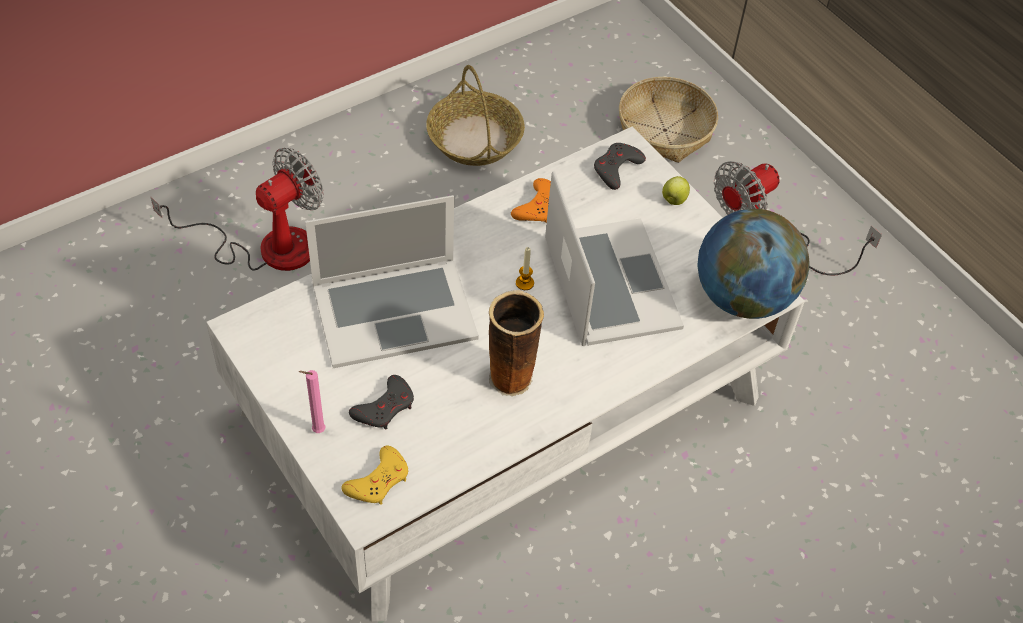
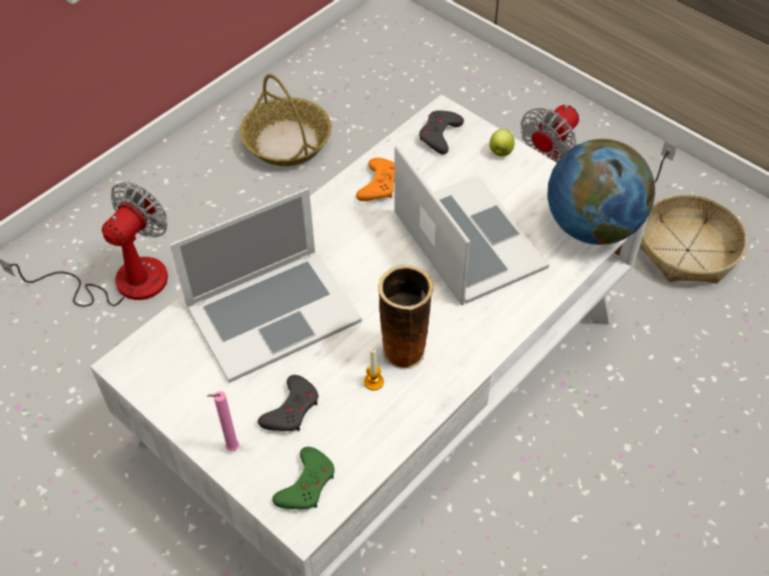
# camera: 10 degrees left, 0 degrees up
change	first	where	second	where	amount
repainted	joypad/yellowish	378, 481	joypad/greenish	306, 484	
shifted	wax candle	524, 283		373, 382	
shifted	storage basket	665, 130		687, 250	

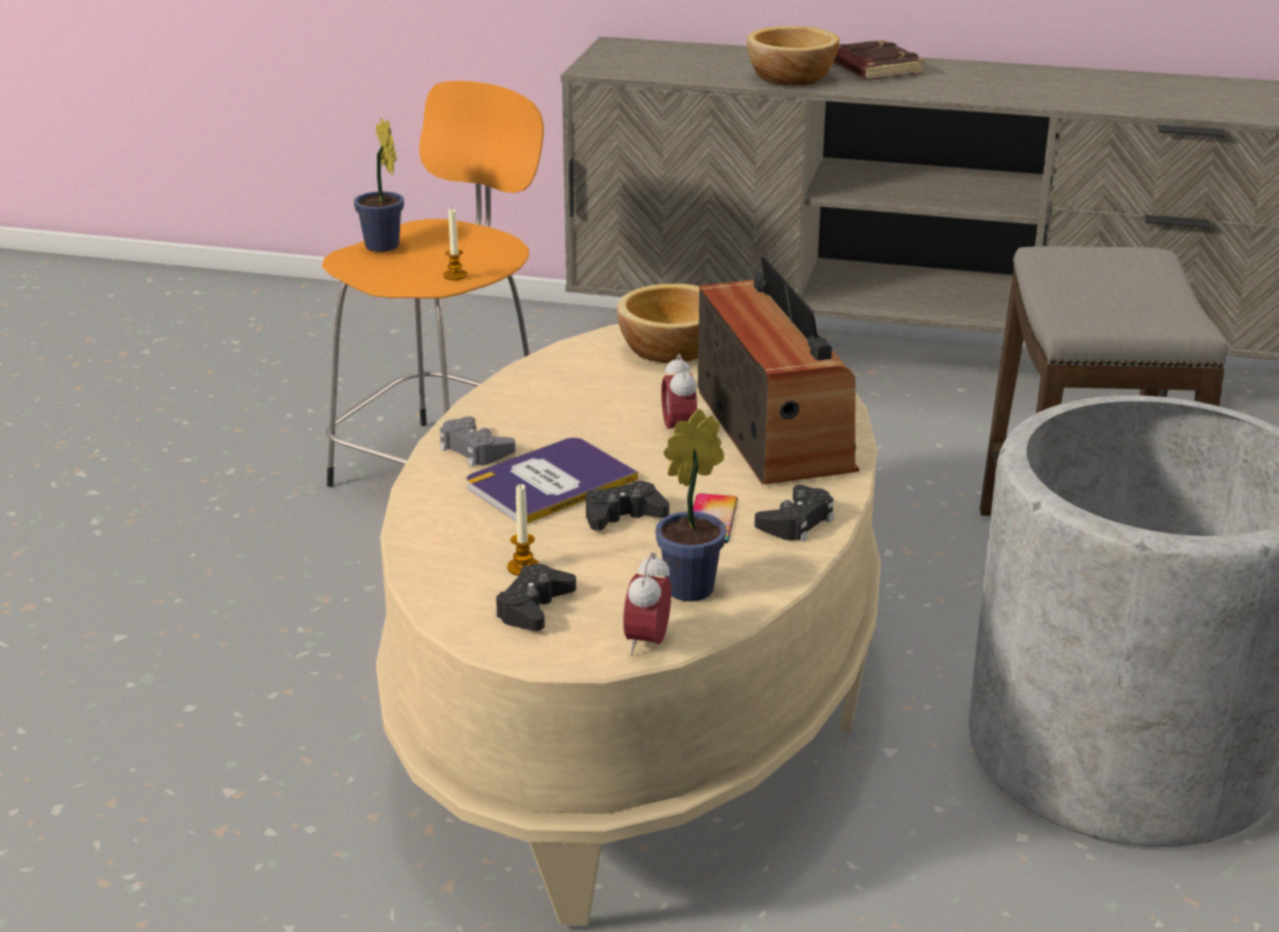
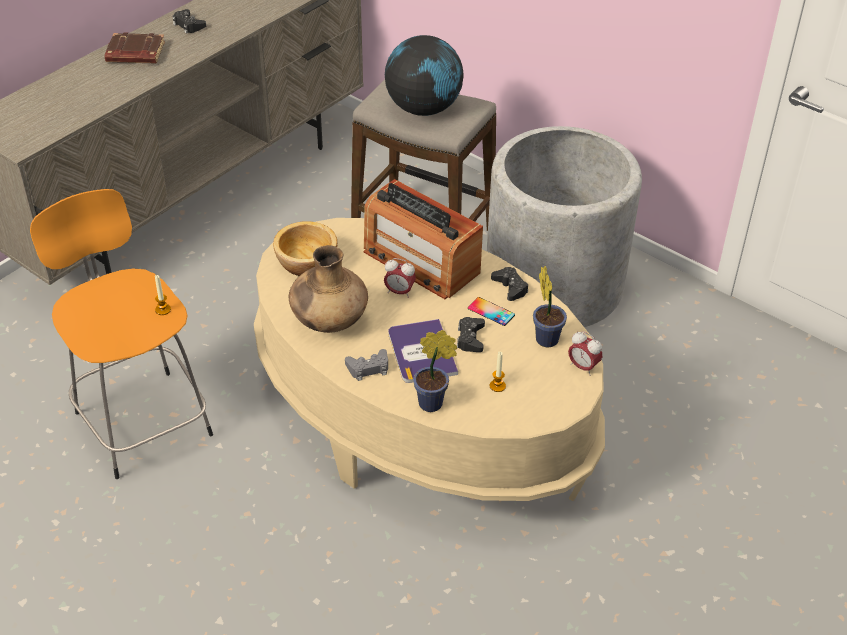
# camera: 65 degrees left, 15 degrees up
change	first	where	second	where	amount
shifted	joypad/blackish	534, 607		188, 25	
new			flower vase/brownish	329, 321	
rotated	radio receiver	773, 430		420, 262	150 degrees counterclockwise
new			world globe	423, 109	
shifted	plant in a pot	383, 248		434, 403	
gone	deep dish	792, 78			

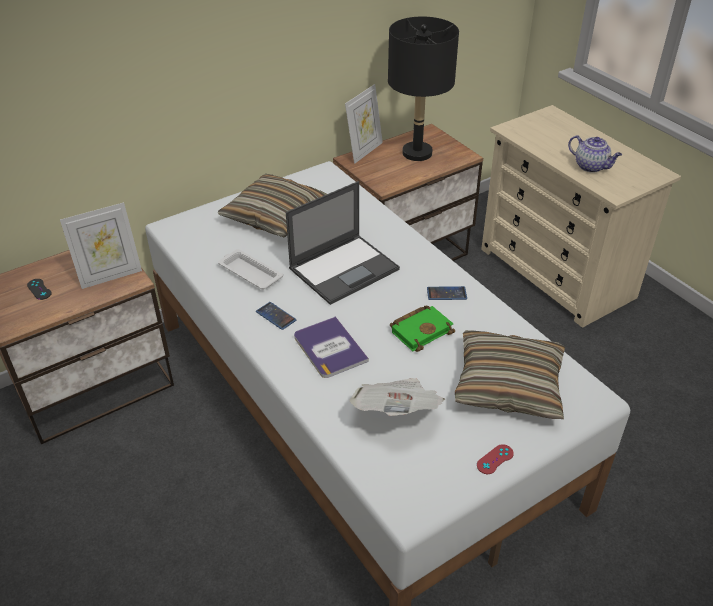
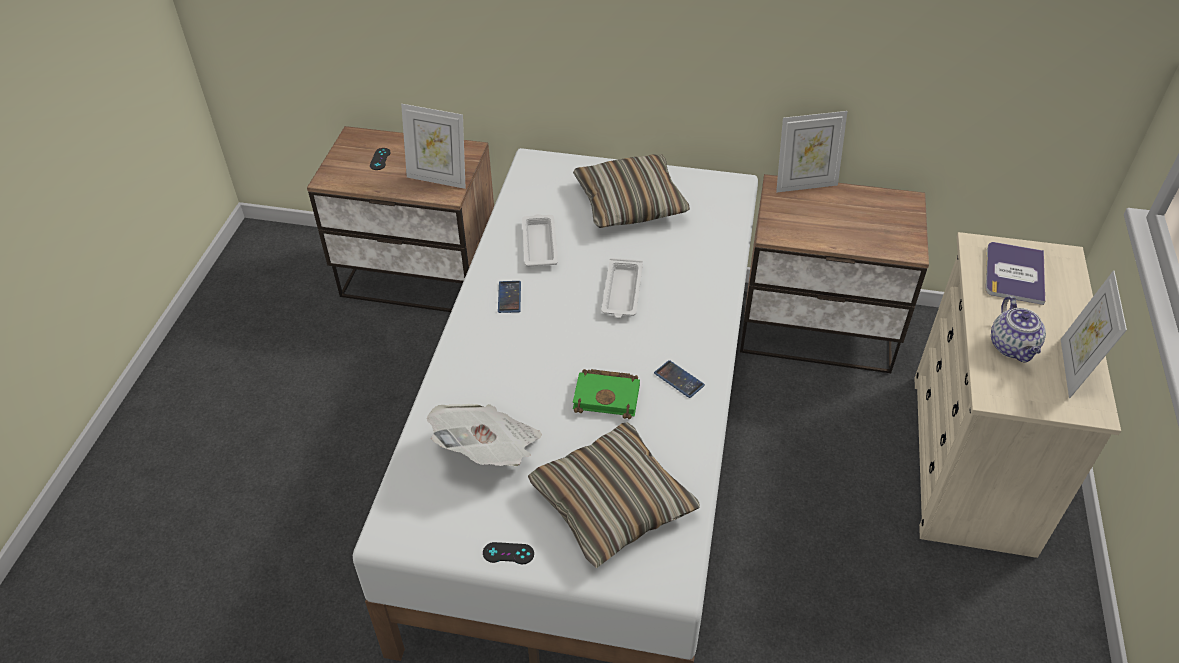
# camera: 45 degrees right, 5 degrees up
change	first	where	second	where	amount
repainted	joypad/red-coloured	495, 459	joypad/blackish	508, 553	
swapped	portable computer	345, 268	serving tray/white-coloured	622, 292	
shifted	volume	329, 348		1014, 273	
new			picture frame	1073, 369	
gone	tabletop lamp/blackish	417, 153			

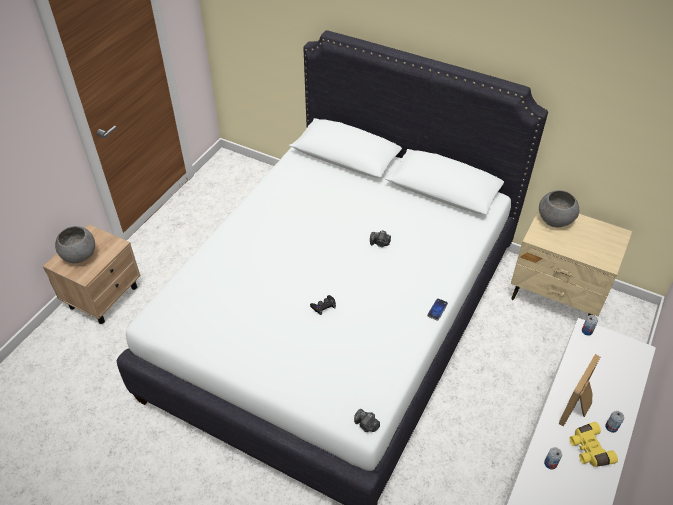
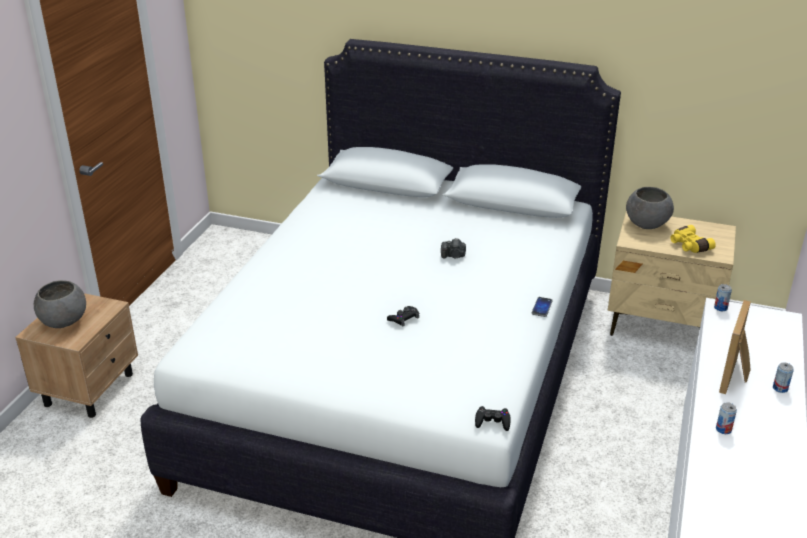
# camera: 10 degrees left, 15 degrees down
change	first	where	second	where	amount
swapped	photo camera	366, 425	joypad/blackish	492, 421	
shifted	field glasses/yellowish	588, 449		688, 245	

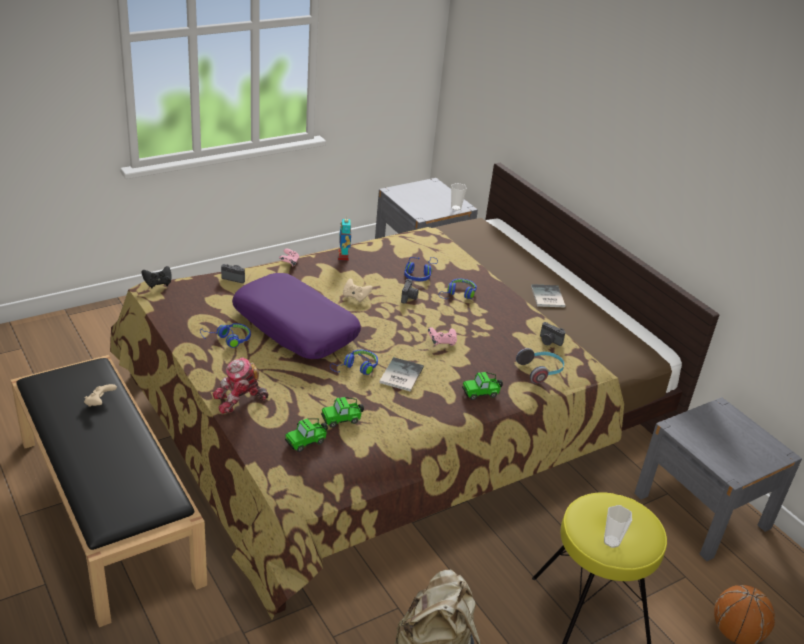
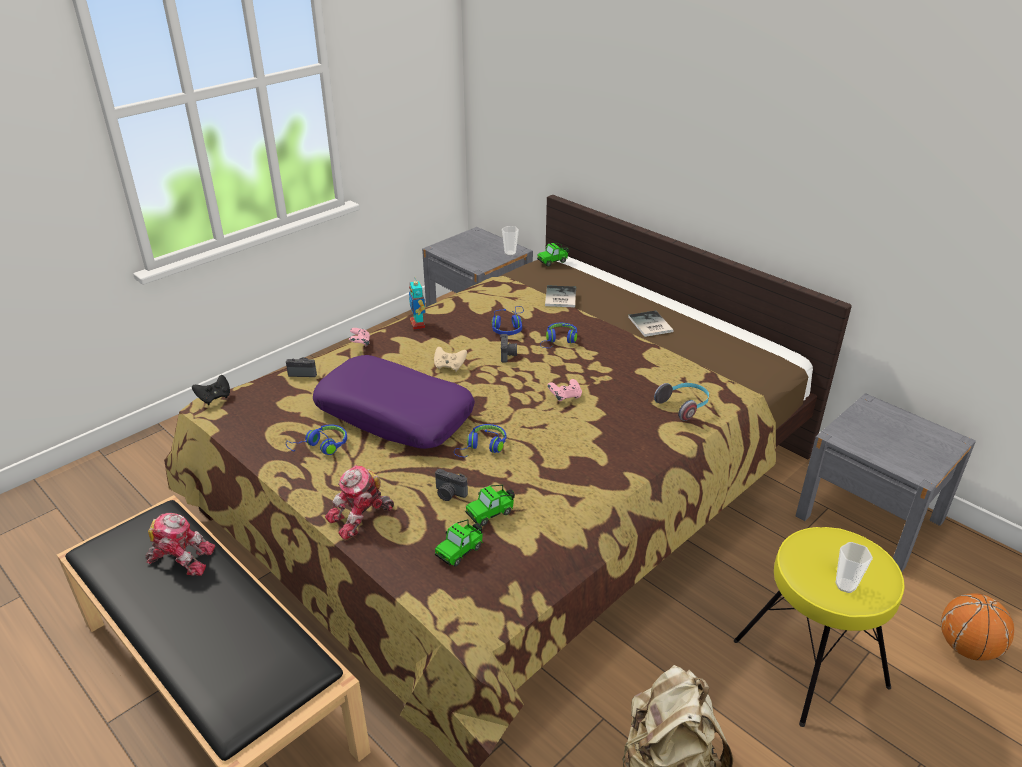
# camera: 10 degrees left, 0 degrees up
change	first	where	second	where	amount
swapped	joypad/beige-coloured	100, 402	robot figure	181, 558	
shifted	photo camera	549, 341		449, 494	
shifted	miniature car	482, 393		553, 261	
shifted	volume	399, 375		559, 298	

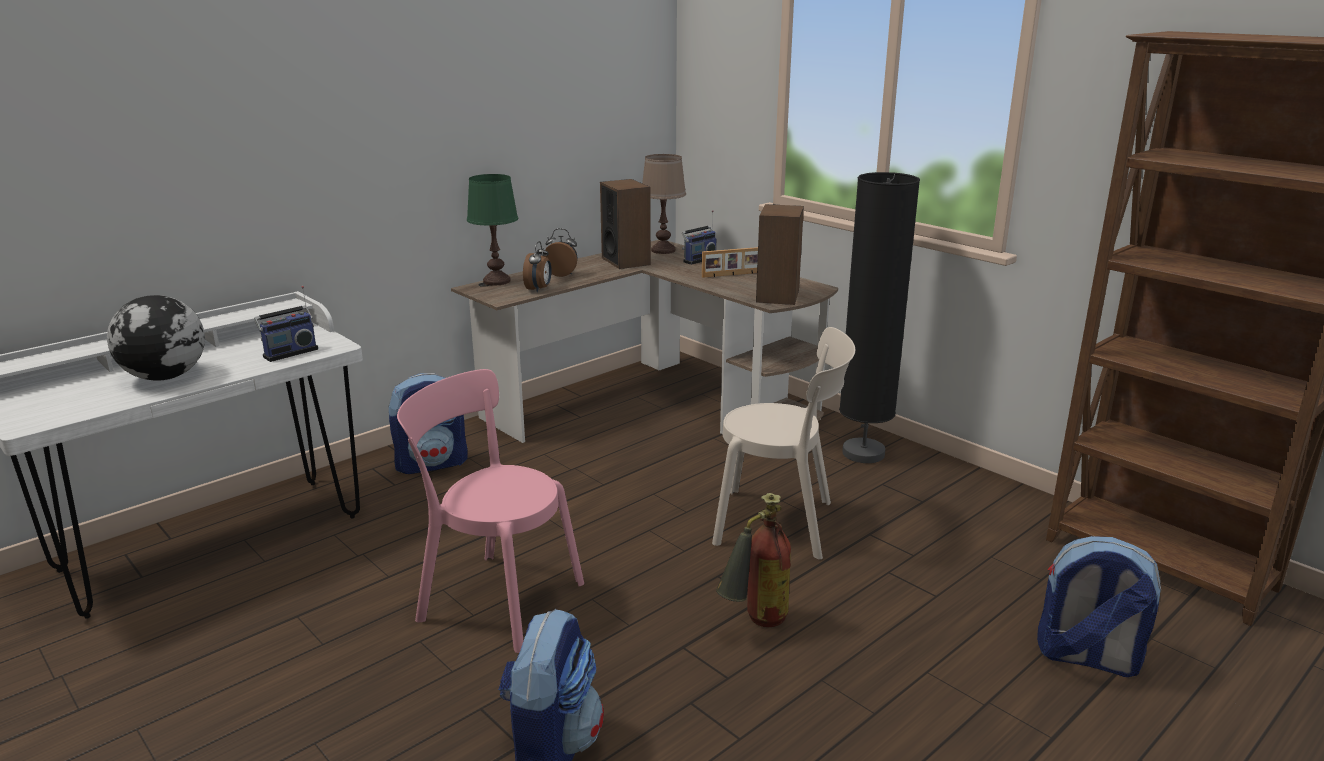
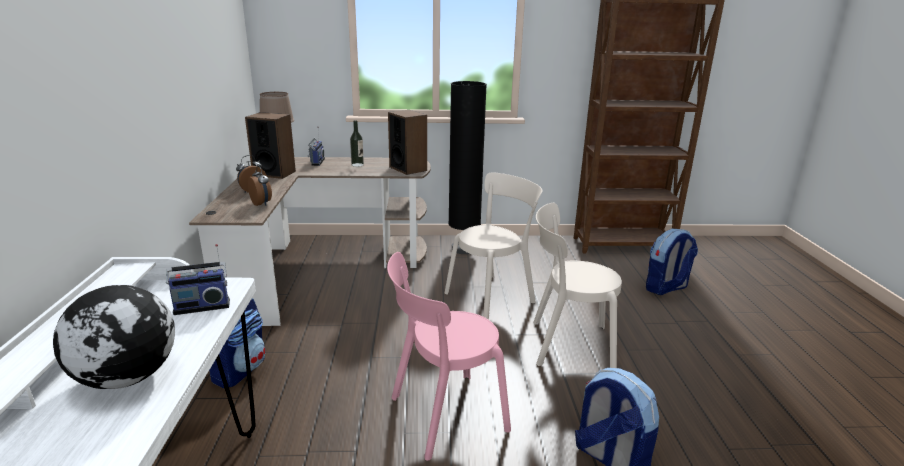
# camera: 50 degrees left, 0 degrees up
change	first	where	second	where	amount
rotated	radio receiver	289, 352		202, 306	75 degrees clockwise
swapped	picture frame	733, 275	beverage bottle	357, 165	
swapped	extinguisher	754, 624	chair/beige-coloured	566, 344	
gone	tabletop lamp/greenish	496, 281			

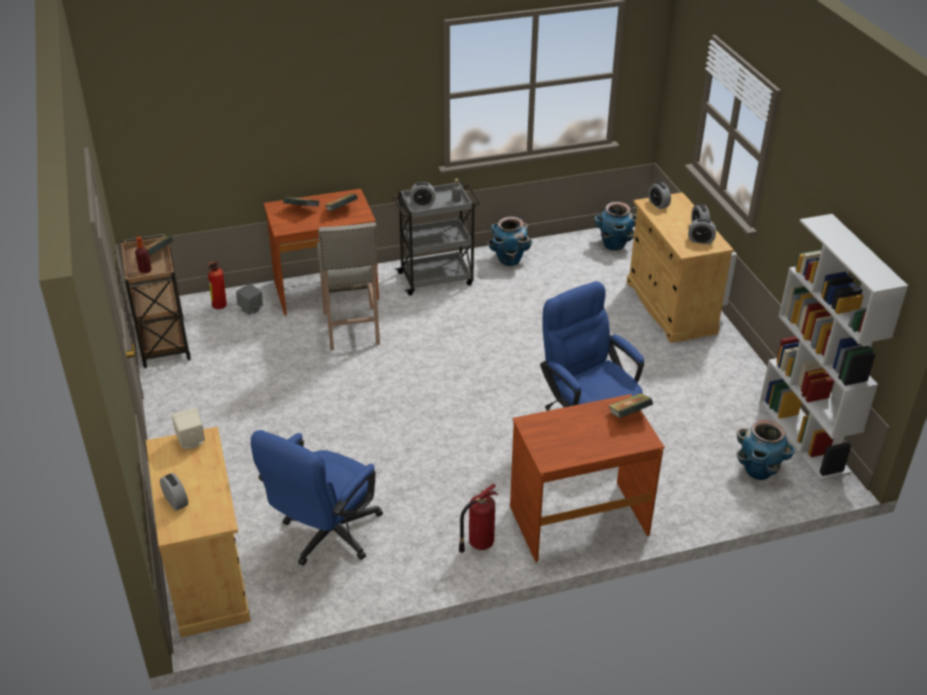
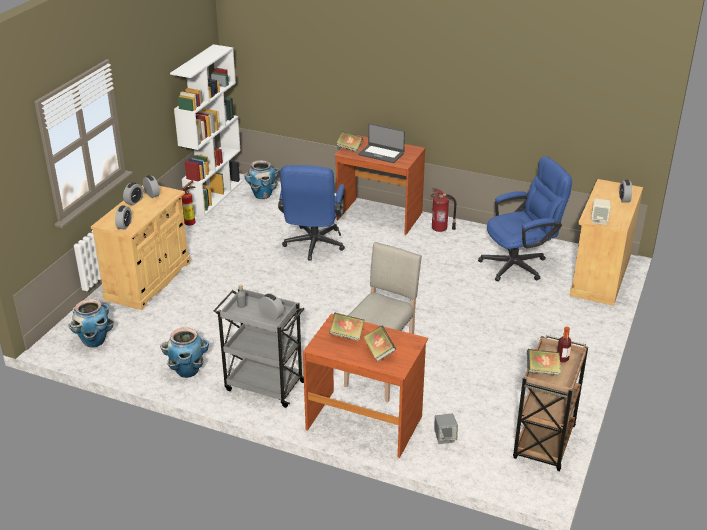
# camera: 140 degrees left, 5 degrees down
change	first	where	second	where	amount
shifted	extinguisher	218, 307		191, 222	
new			portable computer	381, 154	

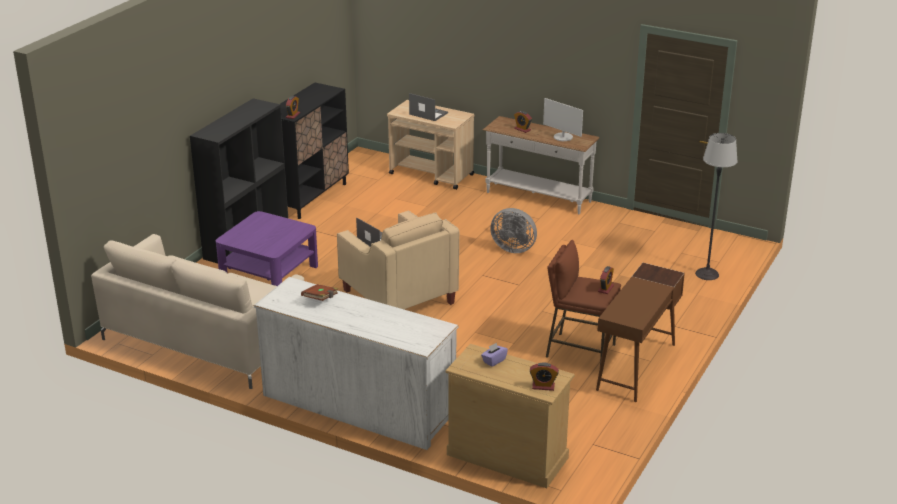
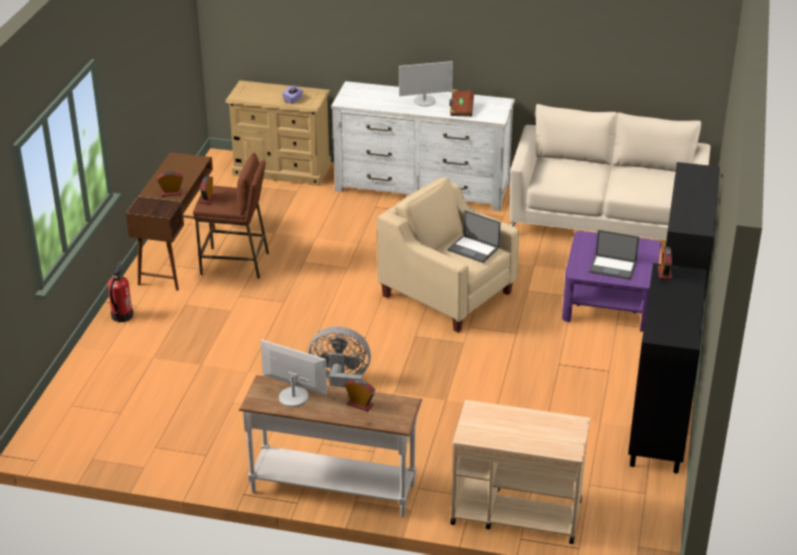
# camera: 165 degrees right, 5 degrees up
change	first	where	second	where	amount
new			extinguisher	122, 316	
shifted	bedside clock	543, 386		171, 193	
new			monitor	424, 101	
shifted	portable computer	428, 113		613, 267	
gone	standing lamp	707, 274			

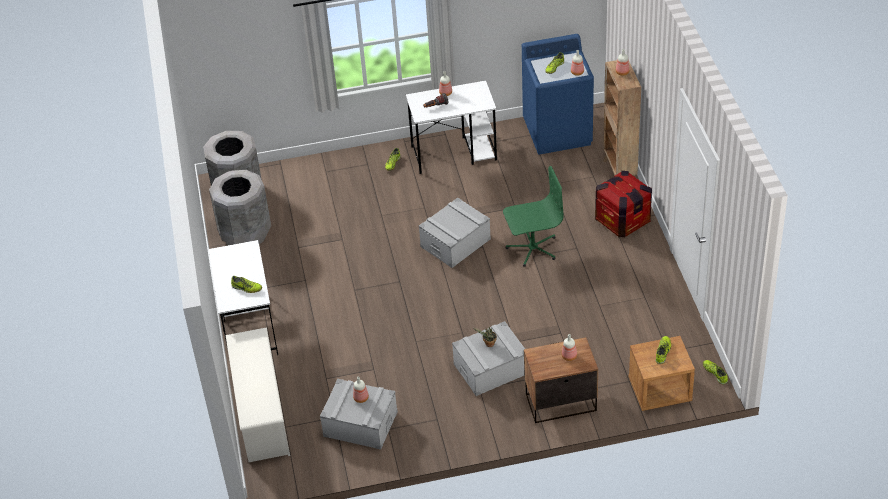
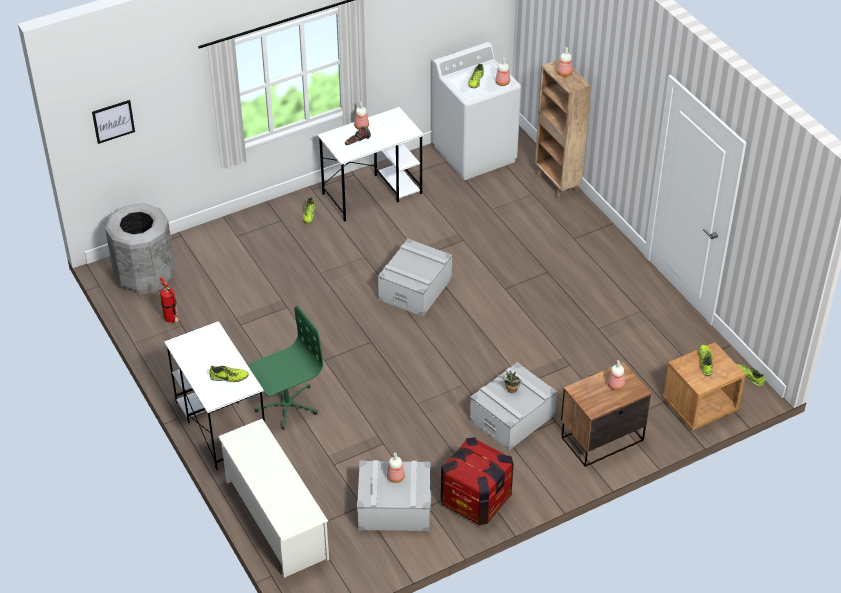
# camera: 20 degrees left, 0 degrees up
change	first	where	second	where	amount
new			wall art	113, 121	
swapped	rubbish bin/greyish	245, 234	extinguisher	172, 320	
shifted	office chair/greenish	532, 248		286, 405	
repainted	washing machine/blue	558, 132	washing machine/white-coloured	475, 153	
shifted	packing crate	622, 221		476, 500	

